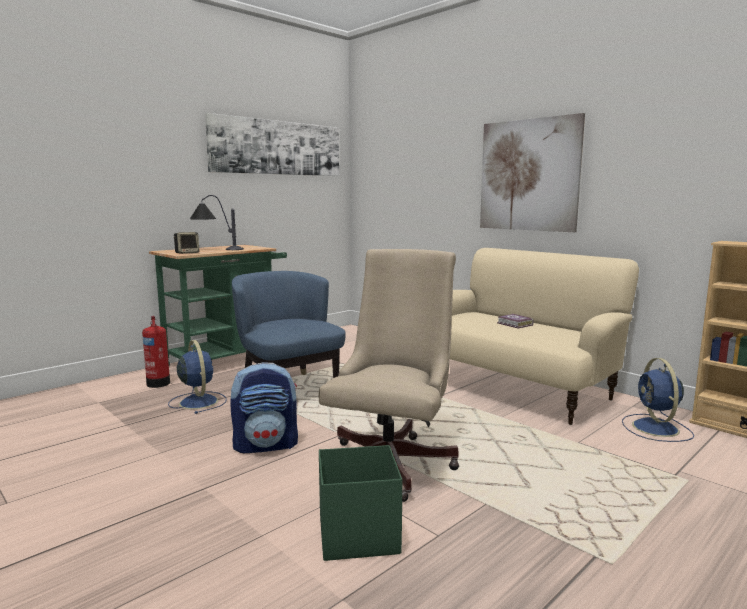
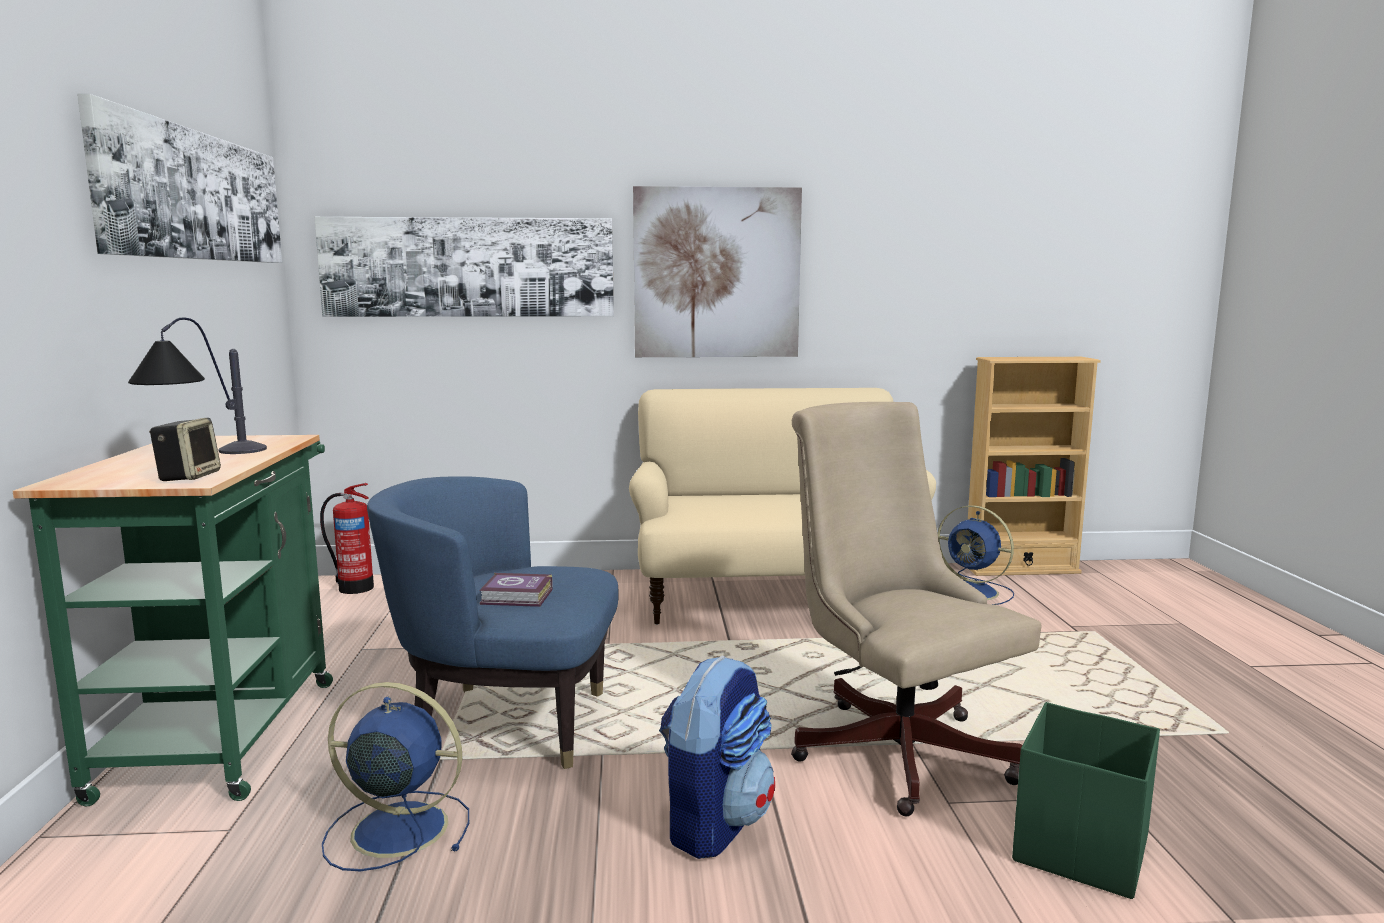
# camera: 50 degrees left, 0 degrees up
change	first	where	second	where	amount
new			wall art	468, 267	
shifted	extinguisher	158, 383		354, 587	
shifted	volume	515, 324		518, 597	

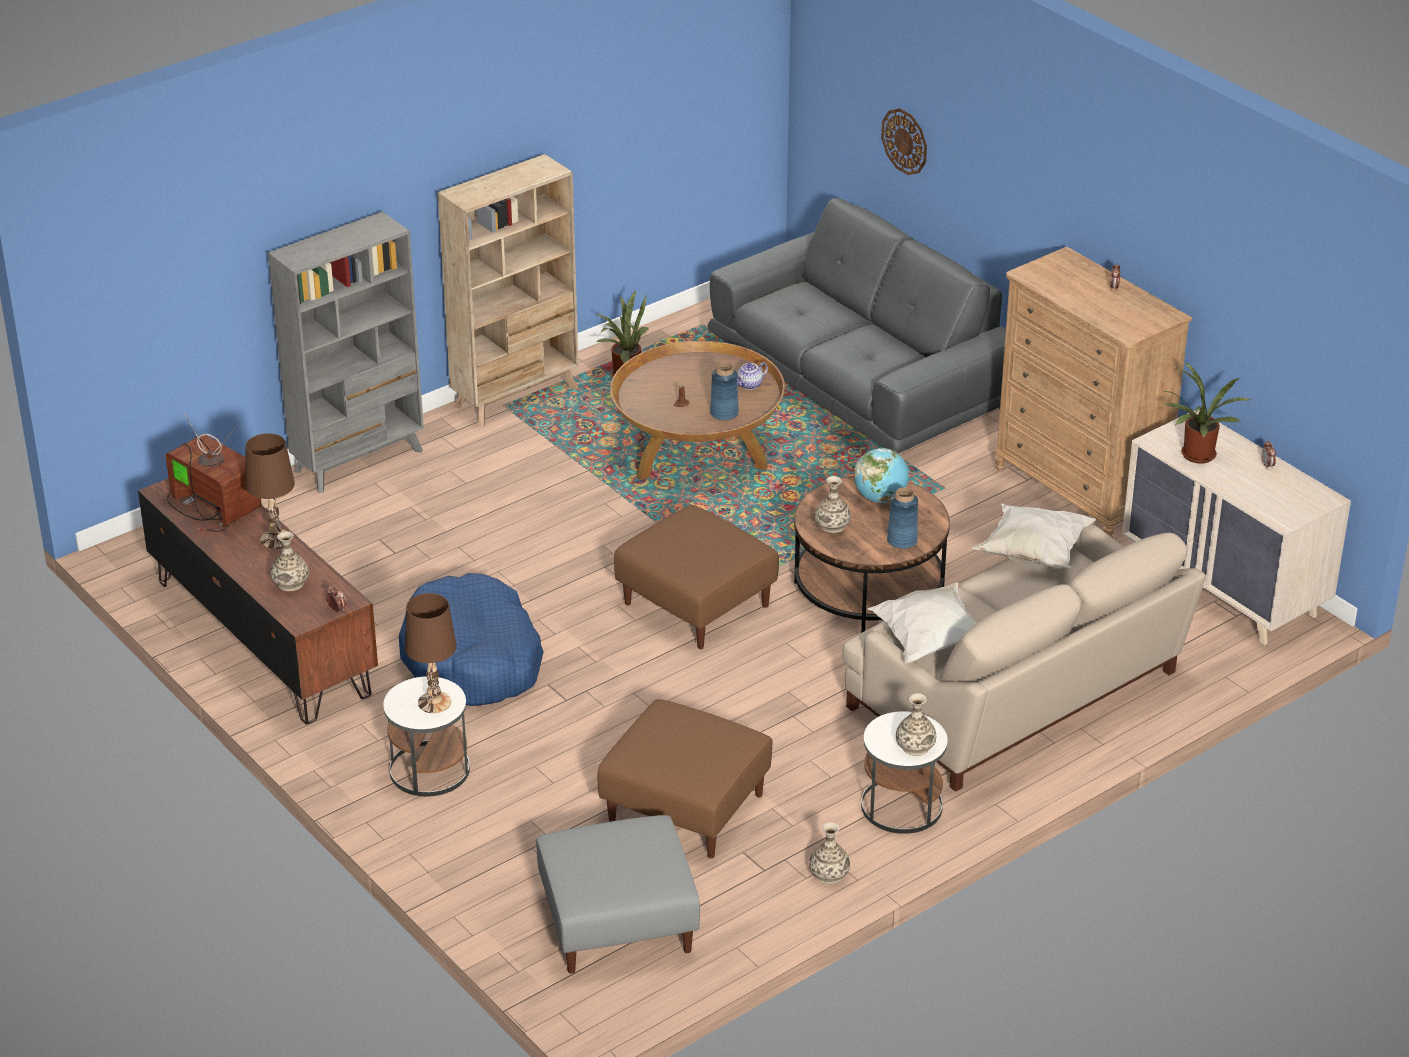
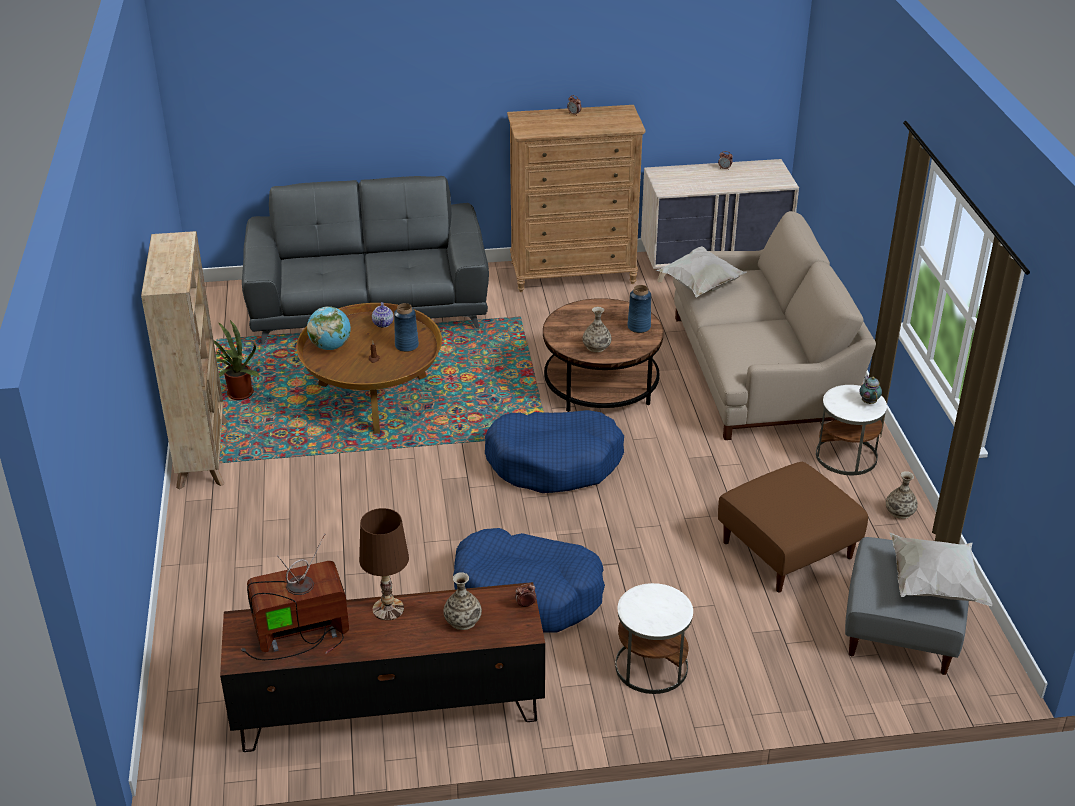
# camera: 60 degrees left, 0 degrees up
change	first	where	second	where	amount
shifted	world globe	880, 498		330, 346	
swapped	footrest/brownish	695, 605	dog bed/blue	555, 462	
swapped	flower vase	915, 746	teapot	868, 401	
shifted	cushion/white-coloured	929, 640		933, 585	
gone	bookcase/greyish	359, 461			
gone	tabletop lamp/brownish	434, 702			
gone	clock on the wall	905, 141			
gone	plant in a pot	1196, 457			

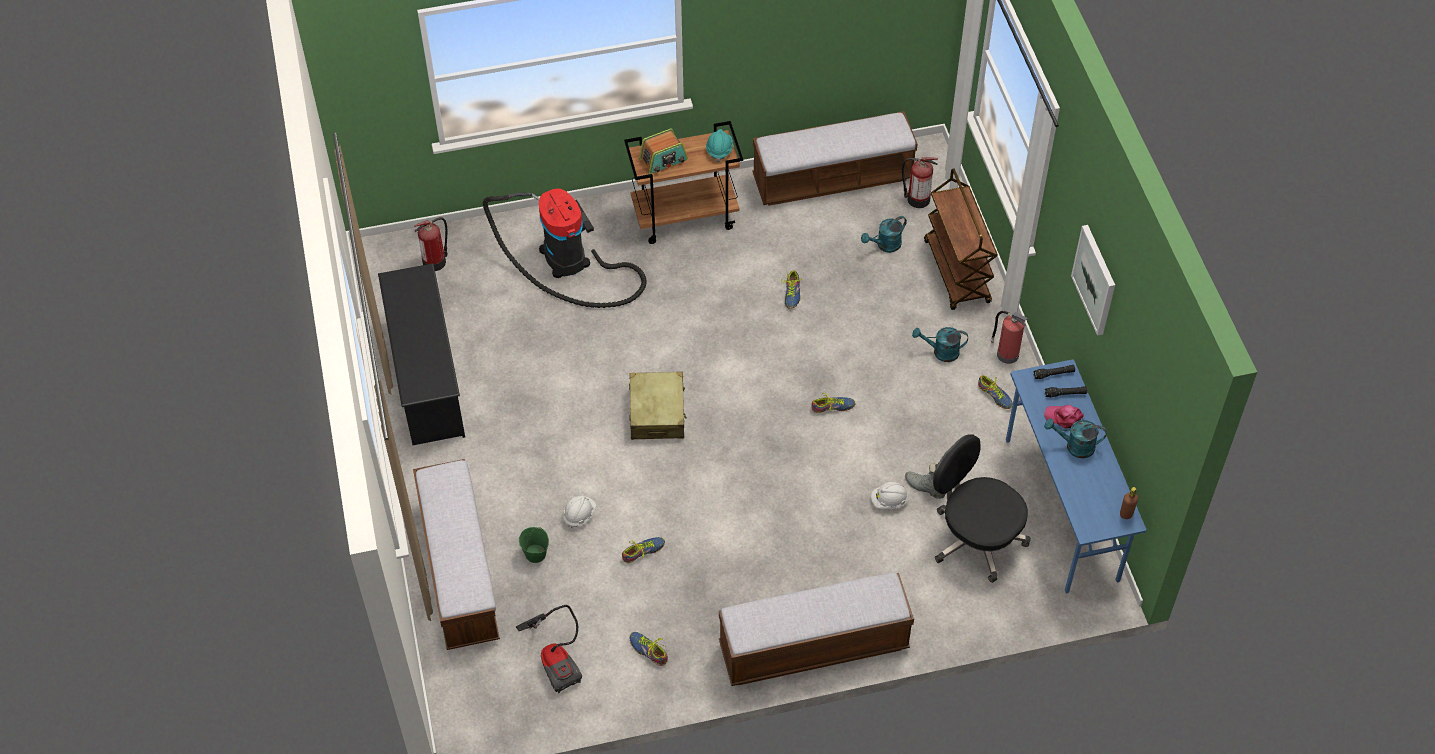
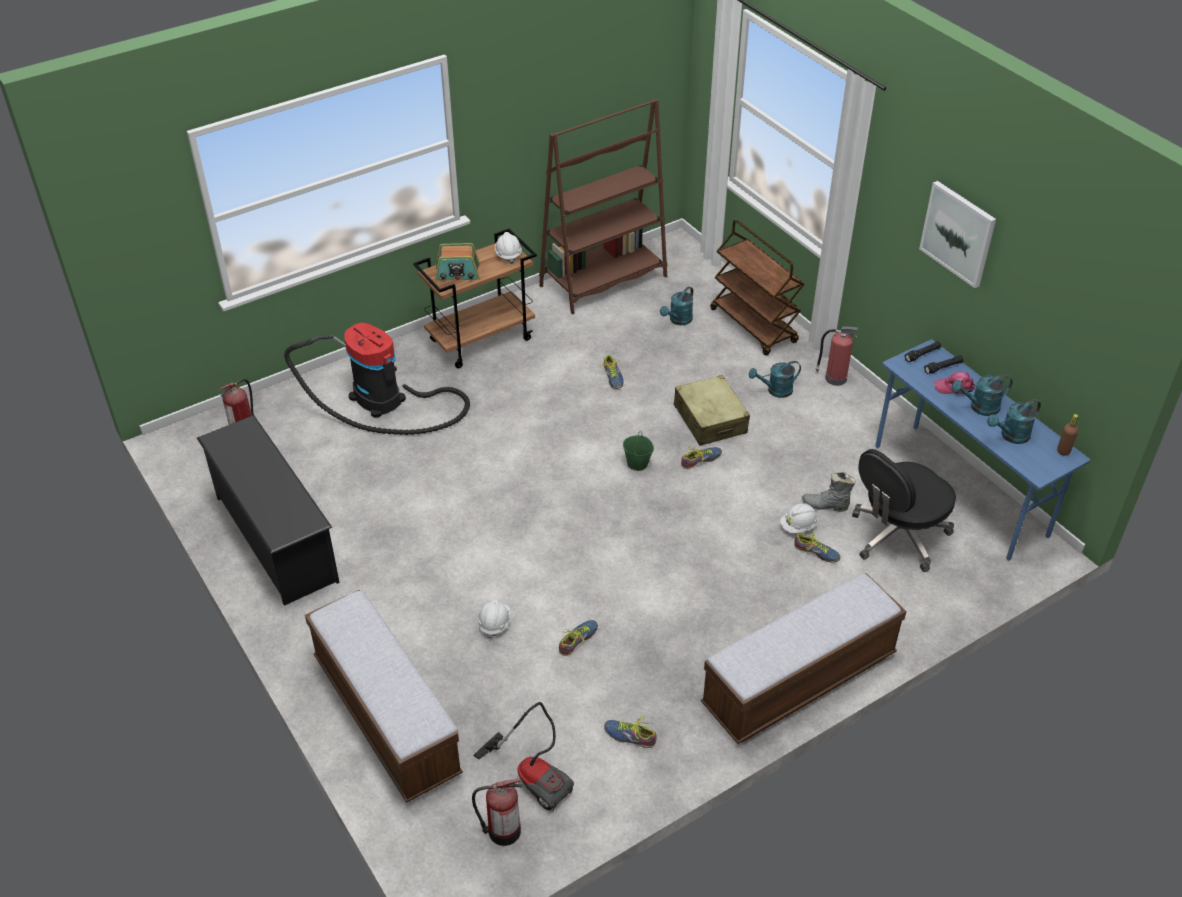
# camera: 20 degrees left, 10 degrees down
change	first	where	second	where	amount
rotated	radio receiver	663, 159		458, 273	45 degrees clockwise
shifted	extinguisher	917, 199		502, 831	
repainted	safety helmet/turquoise-coloured	719, 150	safety helmet/white-coloured	508, 255	
swapped	long seat	833, 179	bookcase/brownish	603, 281	
shifted	water bucket/greenish	536, 554		638, 464	
shifted	suitcase/beige-coloured	657, 413		710, 419	
shifted	shoe	995, 395		816, 552	
rotated	office chair/blackish	975, 538		897, 536	60 degrees counterclockwise
new			watering pot/turquoise-coloured	1011, 436	

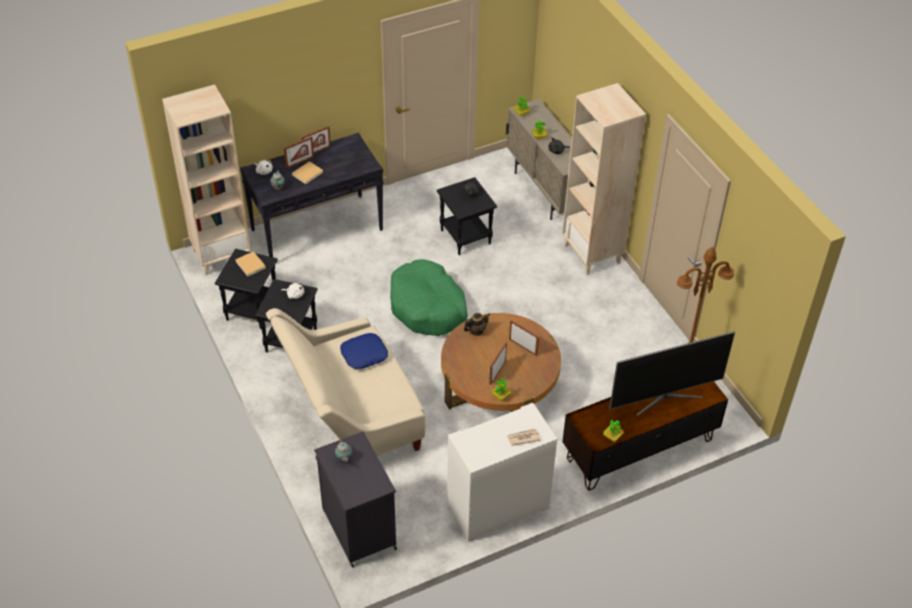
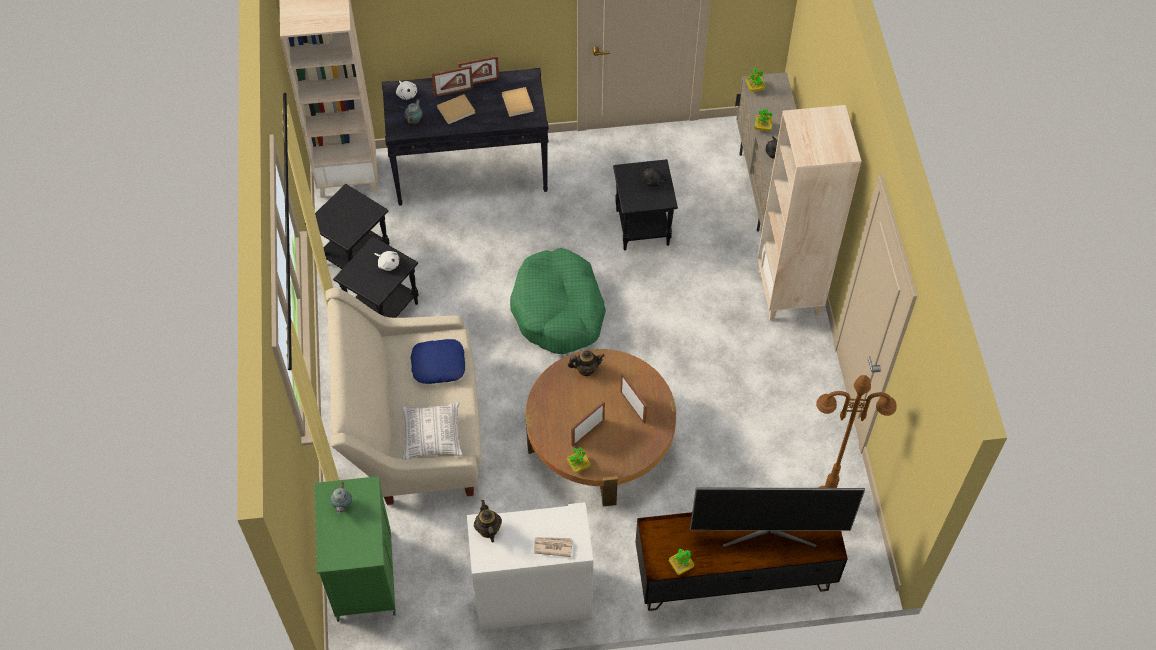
# camera: 20 degrees right, 10 degrees up
change	first	where	second	where	amount
repainted	storage cabinet/blackish	358, 528	storage cabinet/greenish	364, 573	
new			cushion	432, 436	
new			teapot	488, 529	
shifted	volume/beige-coloured	251, 265		517, 103	

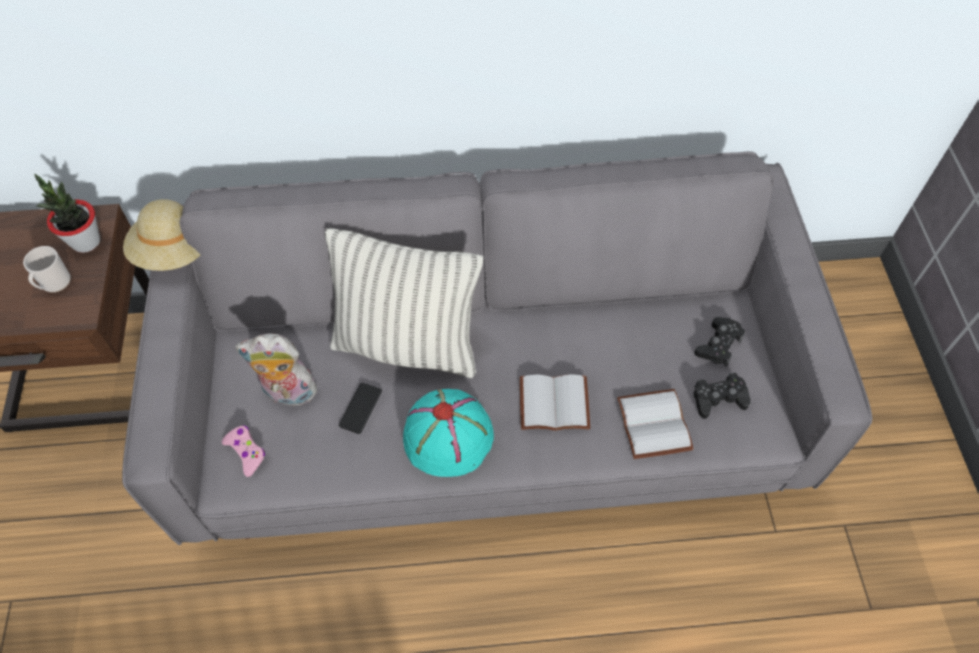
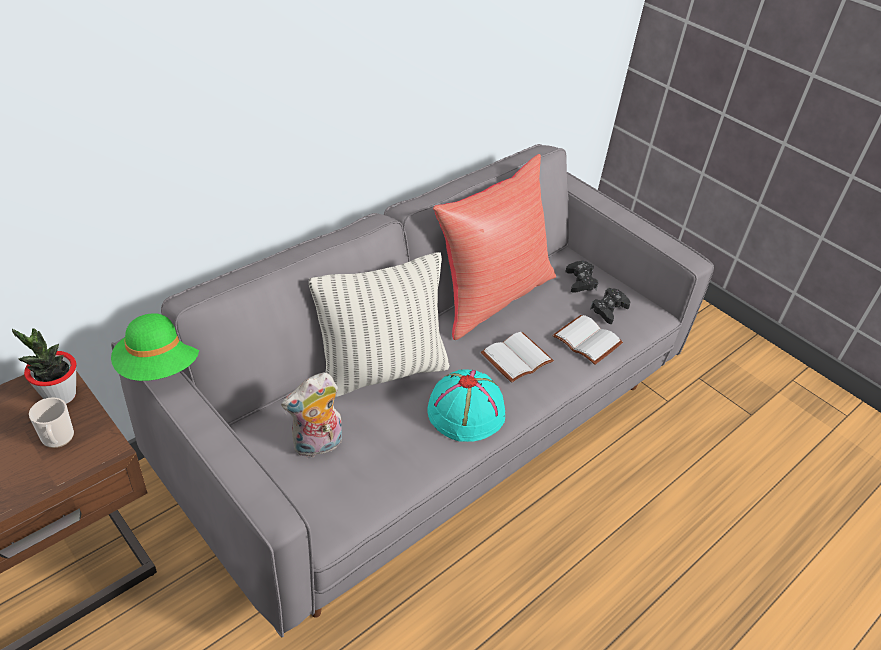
# camera: 40 degrees left, 15 degrees down
change	first	where	second	where	amount
repainted	wearable hat/beige-coloured	174, 252	wearable hat/greenish	159, 367	
new			cushion/red-coloured	491, 296	
gone	joypad/pink	246, 452			
gone	telephone	360, 408			

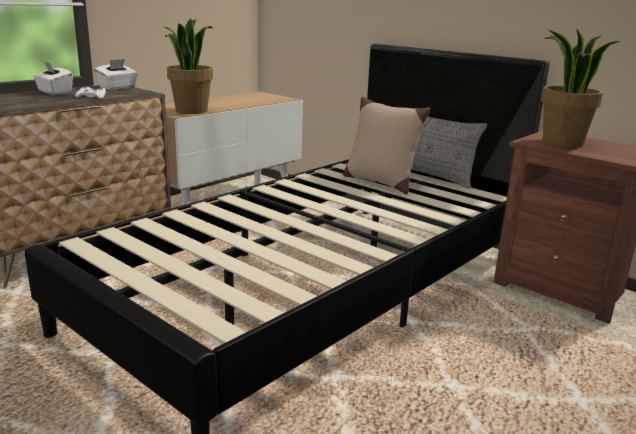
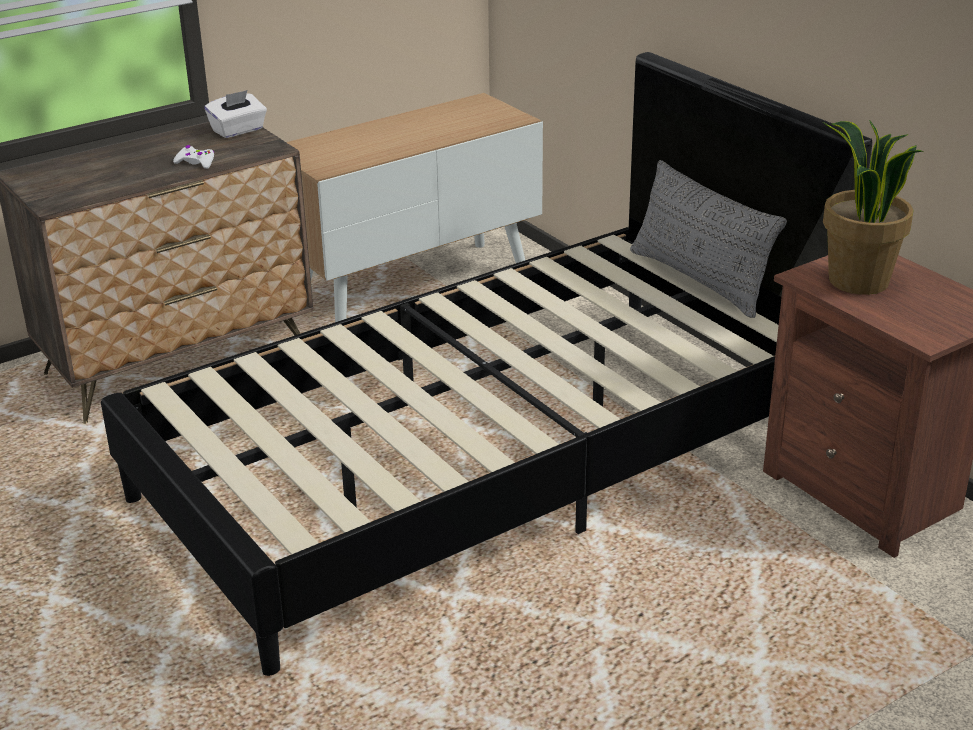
# camera: 15 degrees right, 10 degrees up
change	first	where	second	where	amount
gone	tissue holder/white-coloured	54, 92			
gone	plant in a pot	191, 111			
gone	cushion/beige-coloured	380, 182			

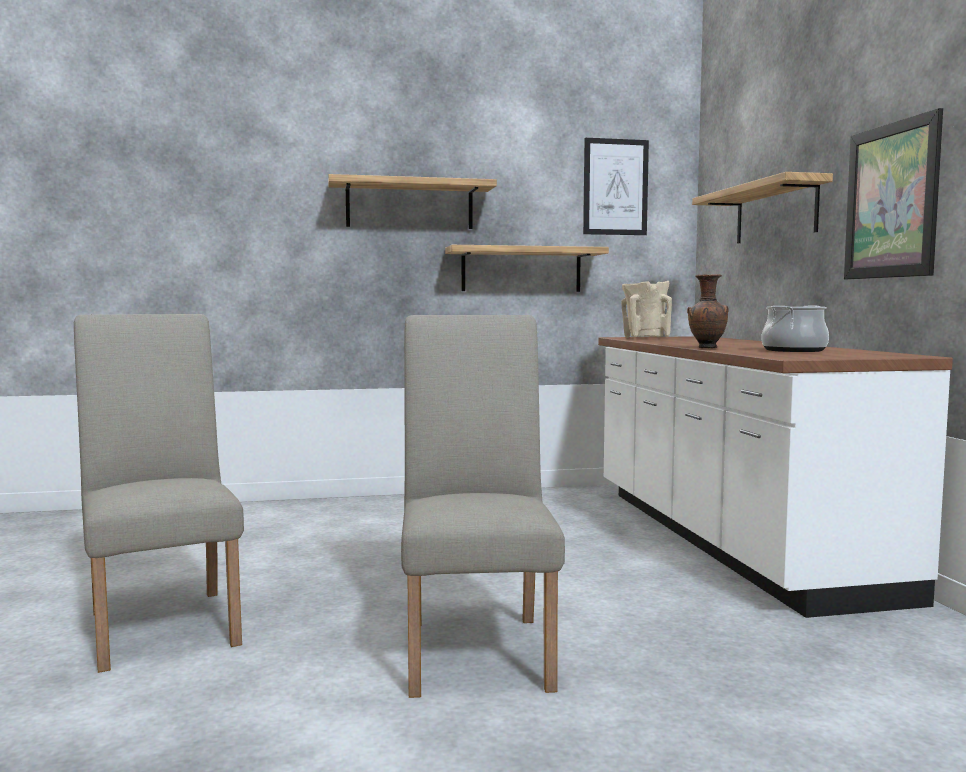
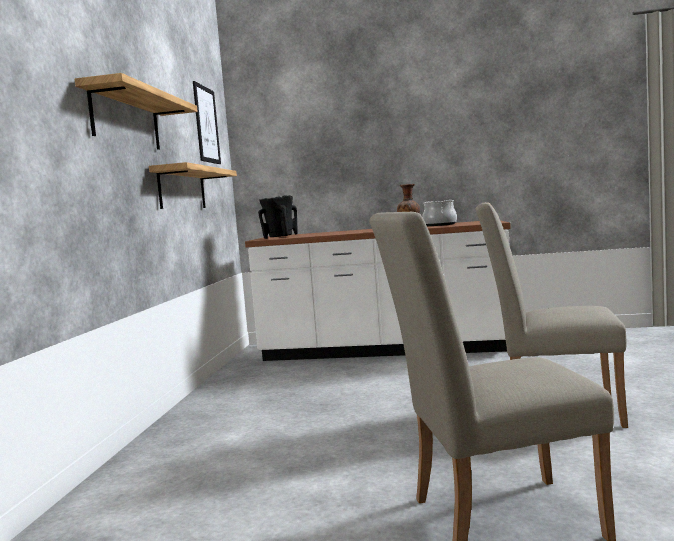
# camera: 70 degrees left, 0 degrees up
change	first	where	second	where	amount
repainted	flower vase/beige-coloured	645, 338	flower vase/blackish	279, 237	
gone	wall shelf	775, 213			
gone	wall art	891, 201			

